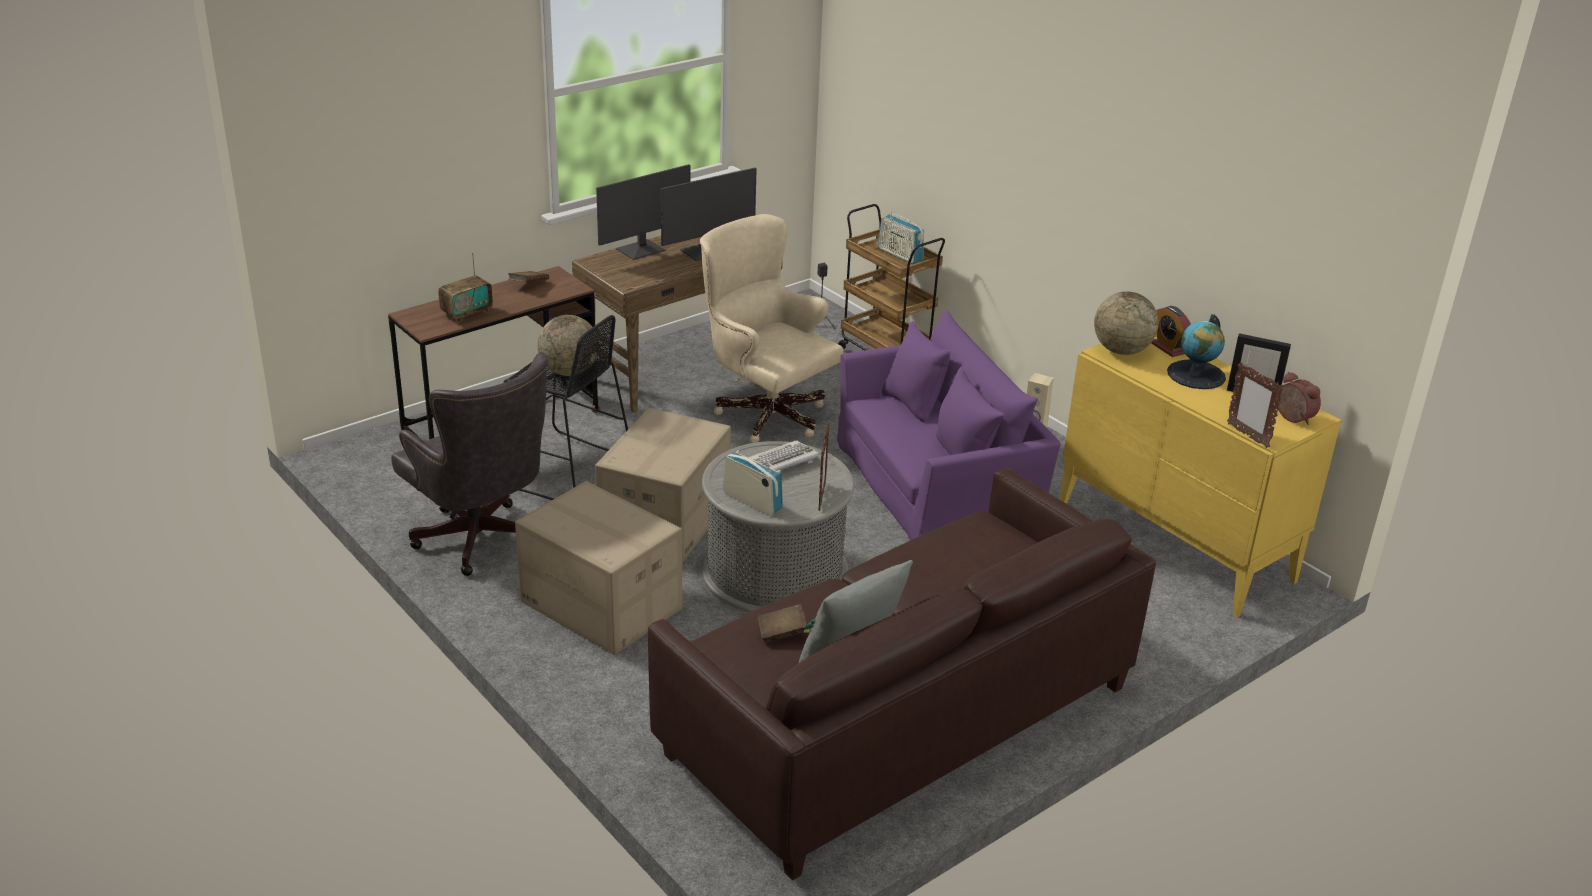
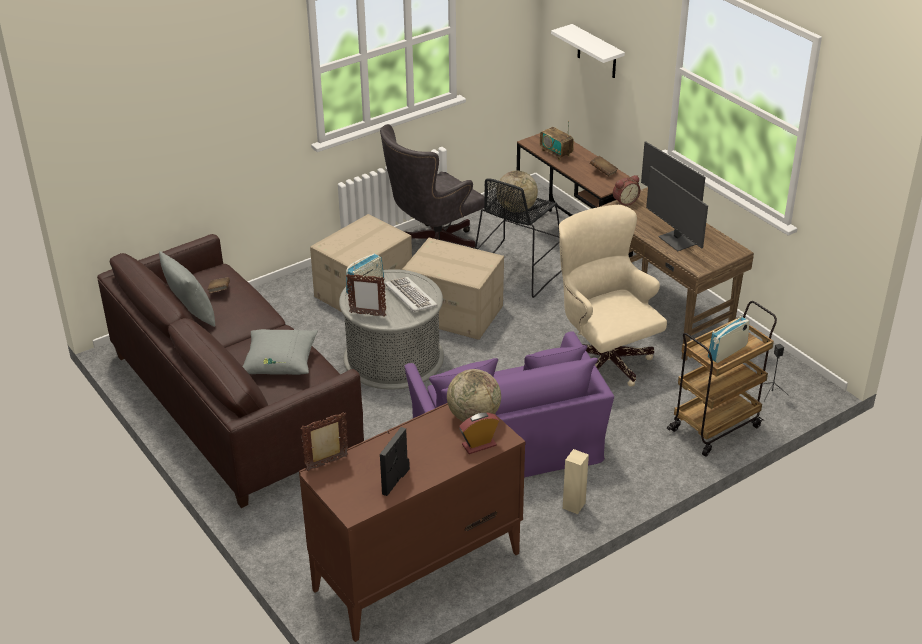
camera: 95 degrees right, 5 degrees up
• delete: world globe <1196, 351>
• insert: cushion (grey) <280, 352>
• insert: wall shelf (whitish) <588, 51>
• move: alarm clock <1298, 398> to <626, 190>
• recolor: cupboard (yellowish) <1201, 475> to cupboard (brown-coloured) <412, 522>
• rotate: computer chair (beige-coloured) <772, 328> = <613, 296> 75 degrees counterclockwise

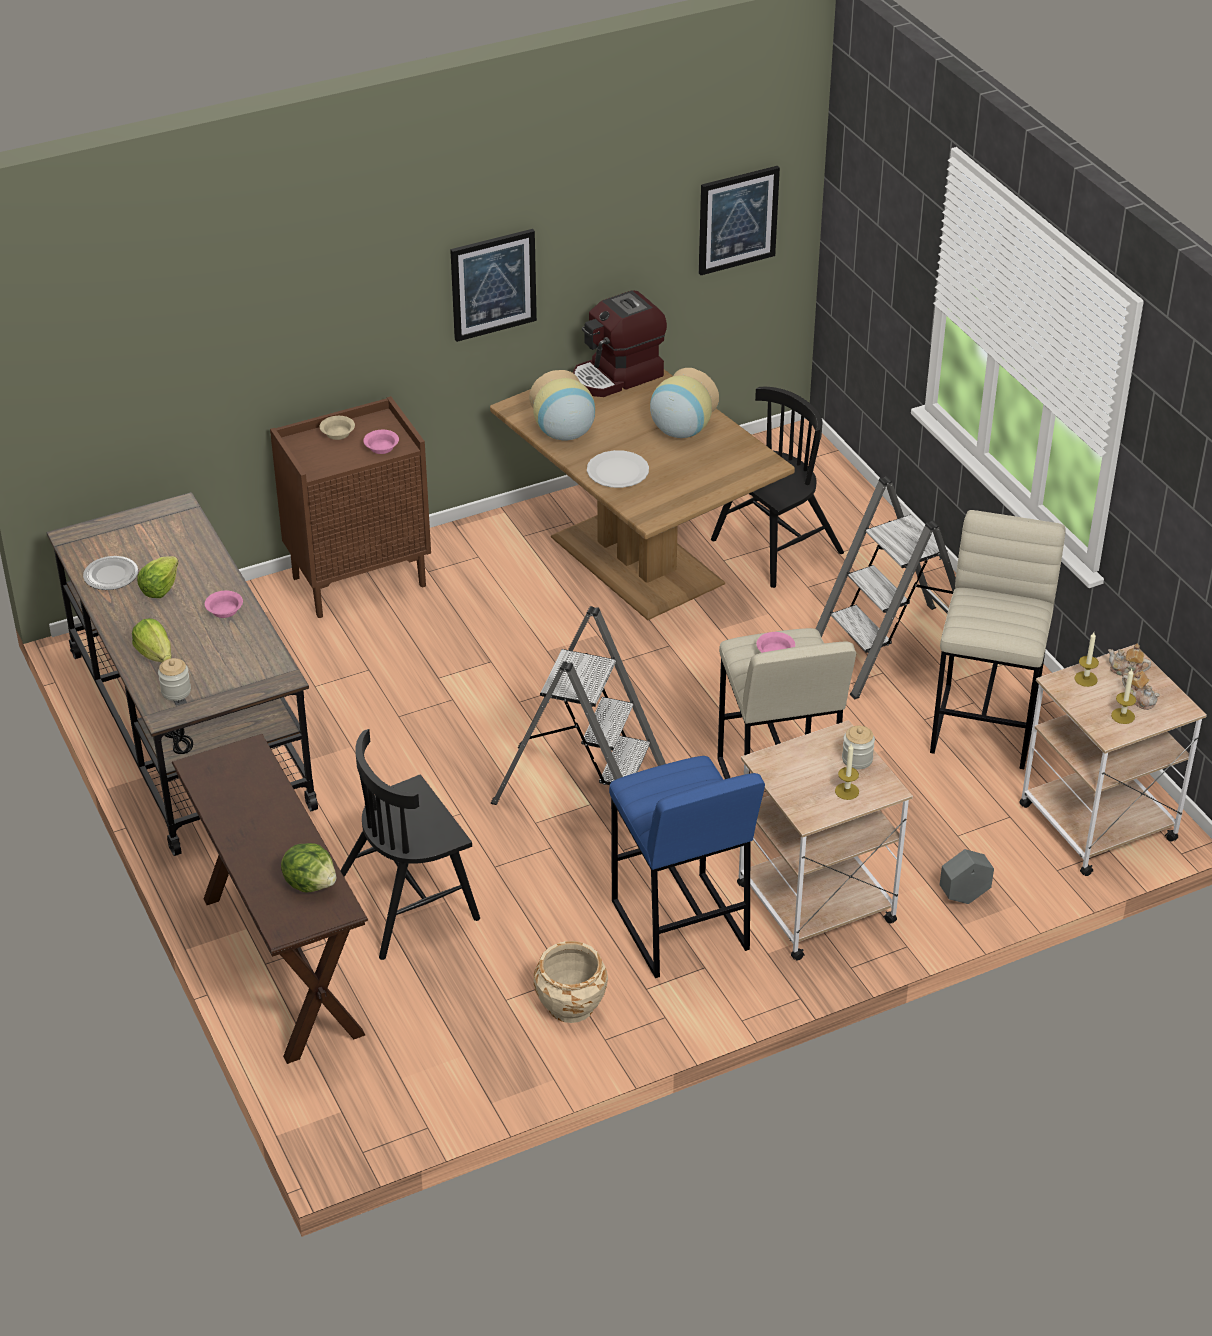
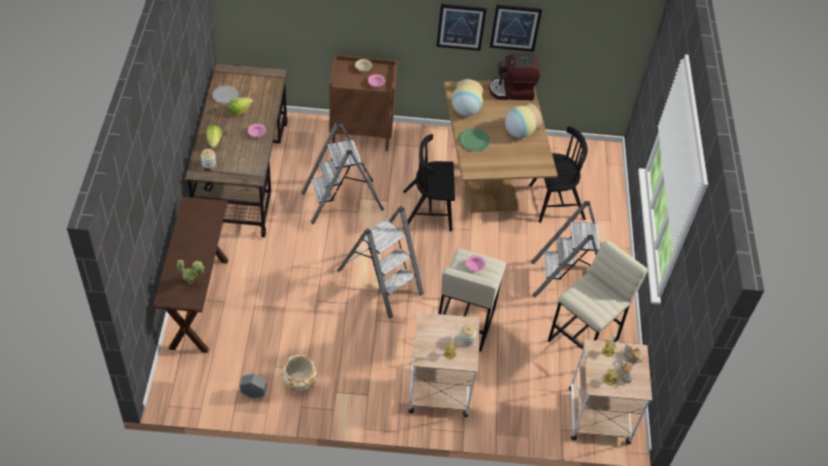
camera: 25 degrees right, 10 degrees up
• delete: sitting stool (blue-coloured) <687, 867>
• insert: step ladder (grey) <342, 172>
• move: chair (black) <410, 844> to <429, 183>
• move: wall picture <739, 220> to <516, 28>
• move: planter (grey) <967, 876> to <253, 386>
• replace: lettuce <308, 868> to plant in a pot <191, 272>
• recolor: plate (whitish) <618, 469> to plate (green-coloured) <475, 139>

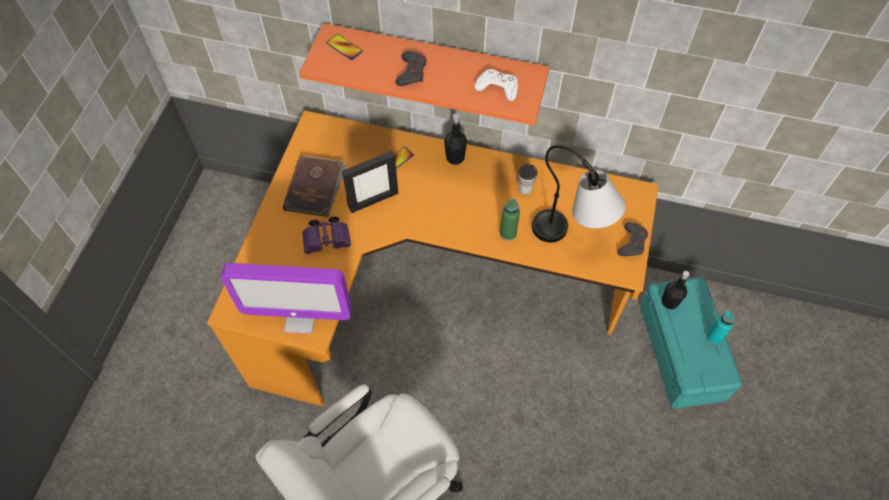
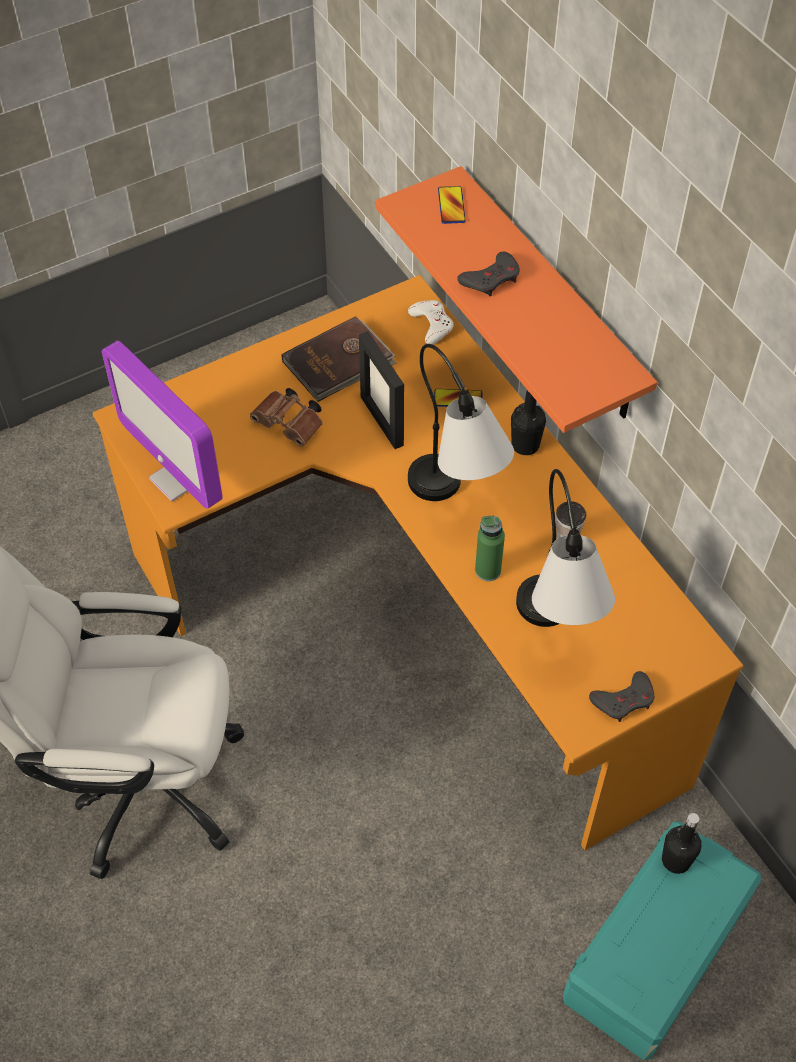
camera: 45 degrees right, 5 degrees down
• delete: drink bottle (blue-green) <721, 328>
• insert: table lamp <461, 422>
• move: gamepad (whitish) <496, 85> to <430, 322>
• recolor: binoculars (purplish) <326, 235> to binoculars (brown-coloured) <286, 417>
• rotate: picture frame <370, 182> = <381, 390> 45 degrees clockwise

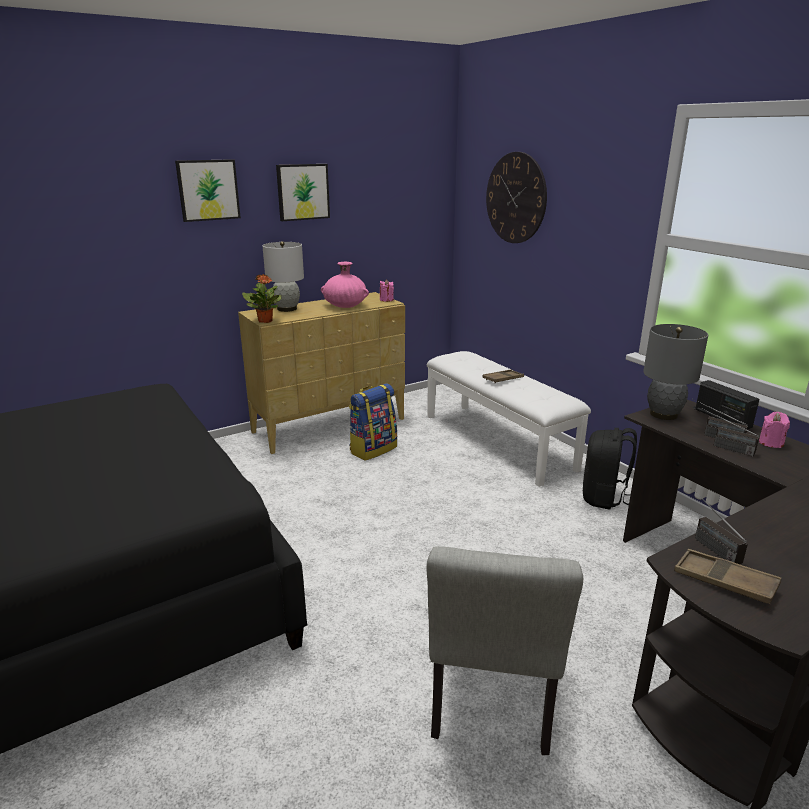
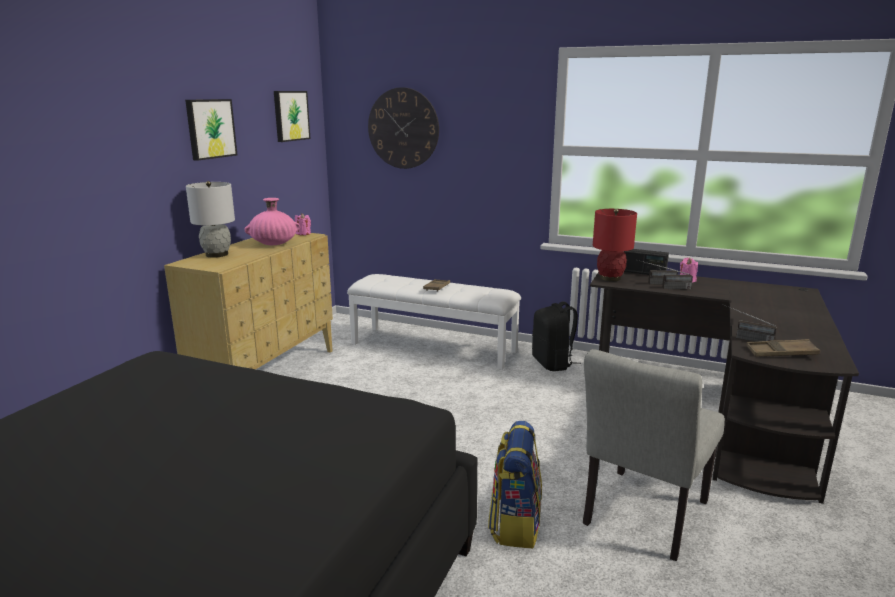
camera: 35 degrees left, 5 degrees down
• delete: plant in a pot <261, 298>
• move: wall picture <208, 190> to <292, 116>
• move: backpack <373, 422> to <515, 484>
• recolor: table lamp (grey) <675, 372> to table lamp (red-coloured) <615, 245>
• rotate: chair (grey) <505, 650> = <654, 455> 60 degrees clockwise

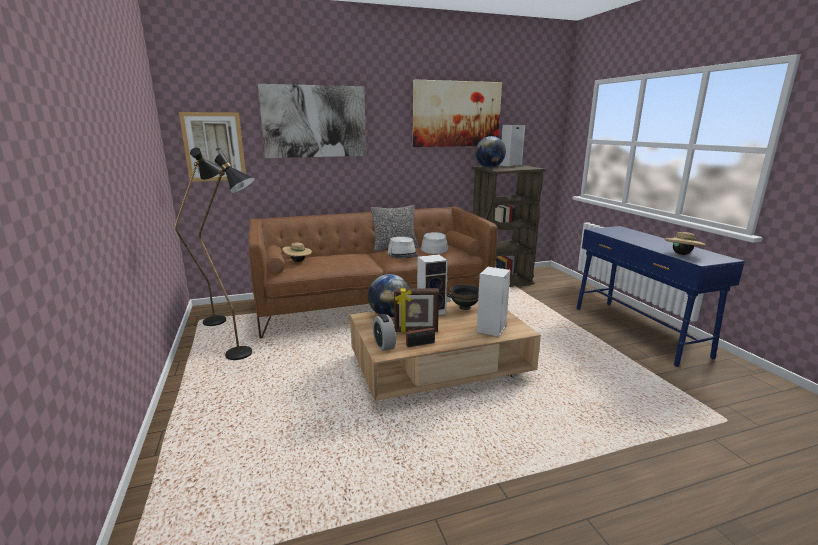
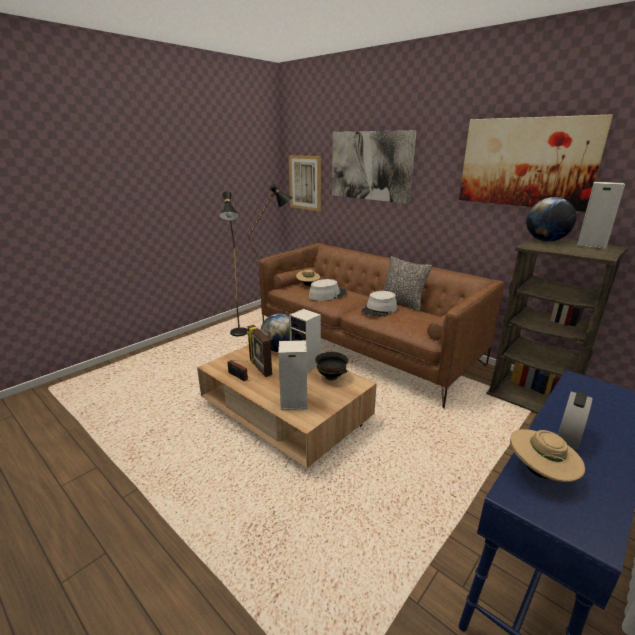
camera: 60 degrees right, 5 degrees up
• move: alarm clock <384, 332> to <575, 420>
• move: clothing hat (grey) <434, 243> to <328, 290>

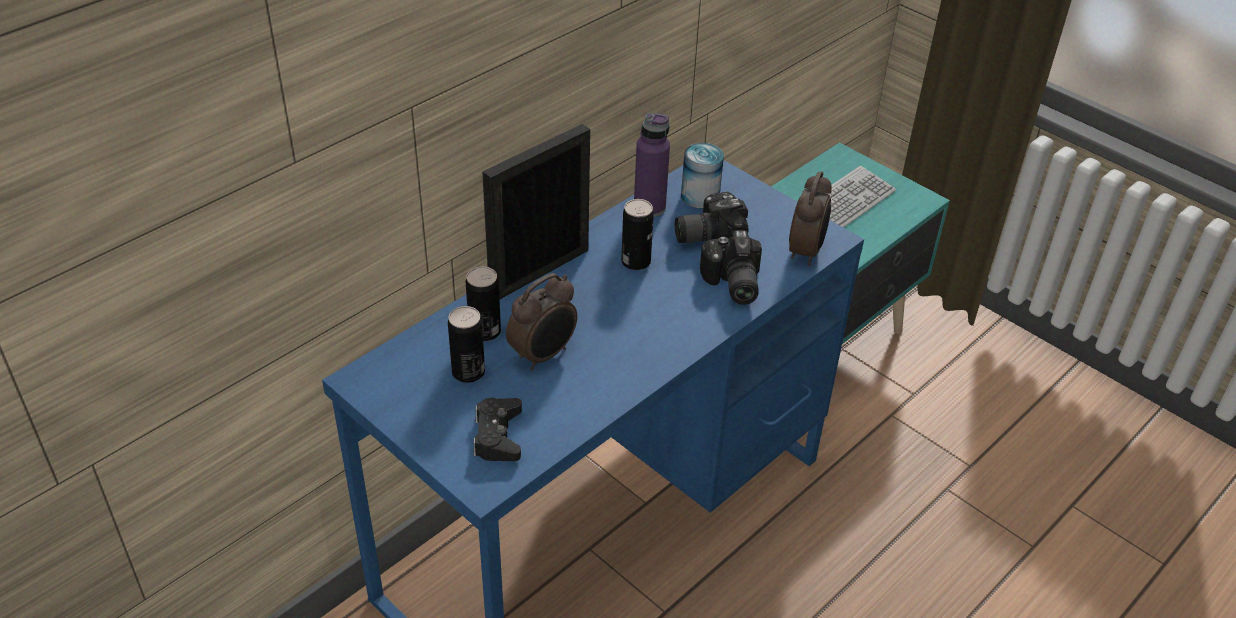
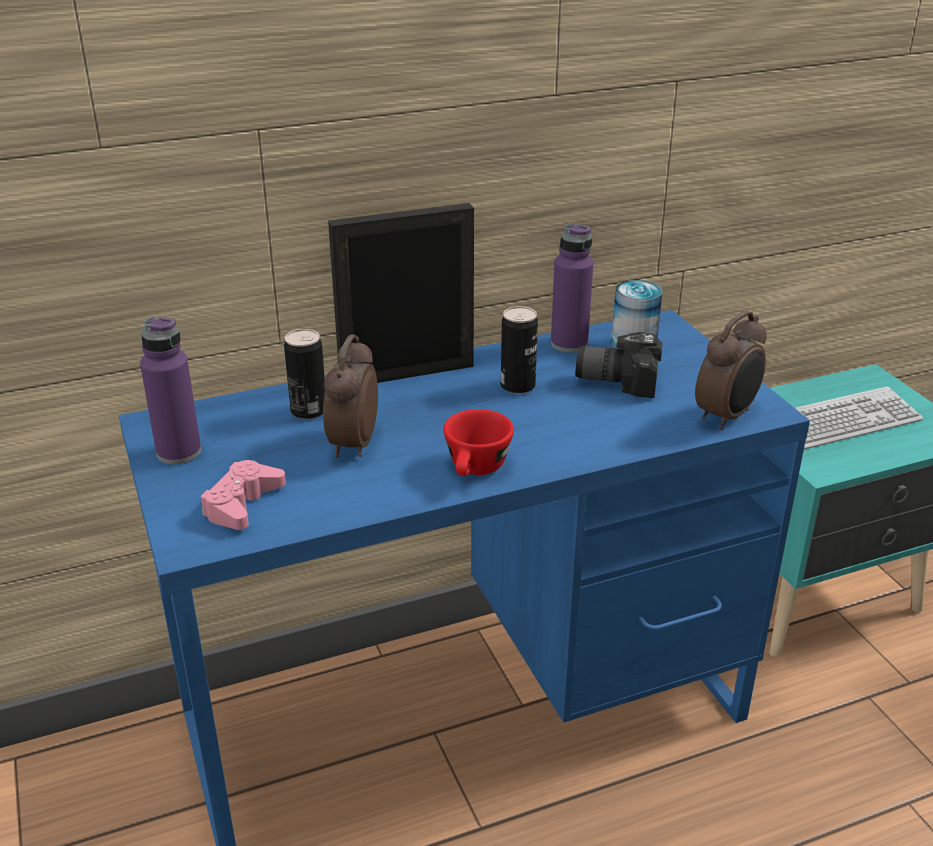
camera: 25 degrees right, 10 degrees down
• delete: sealed can <466, 344>
• delete: photo camera <731, 267>
• insert: drink bottle (purplish) <170, 391>
• insert: drinking cup (red-coloured) <478, 442>
• recolor: gamepad (black) <497, 429> to gamepad (pink-coloured) <243, 495>
• rotate: alarm clock <541, 321> = <350, 396> 120 degrees clockwise

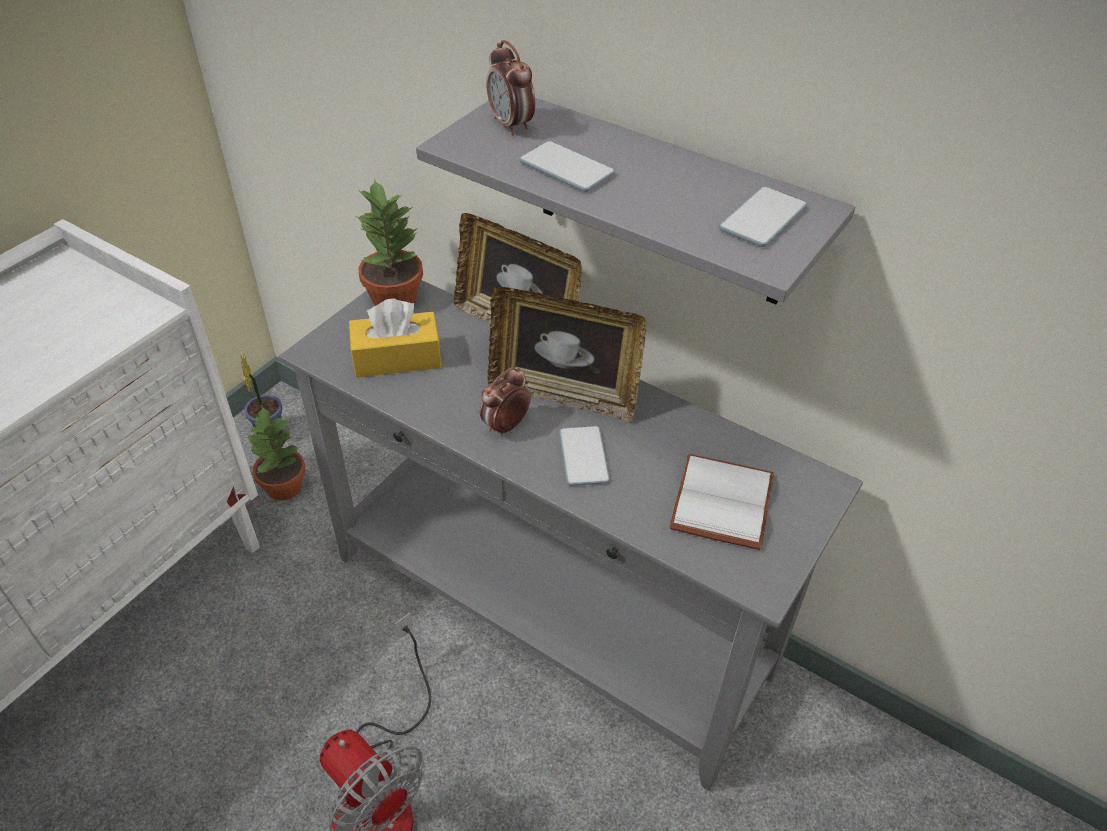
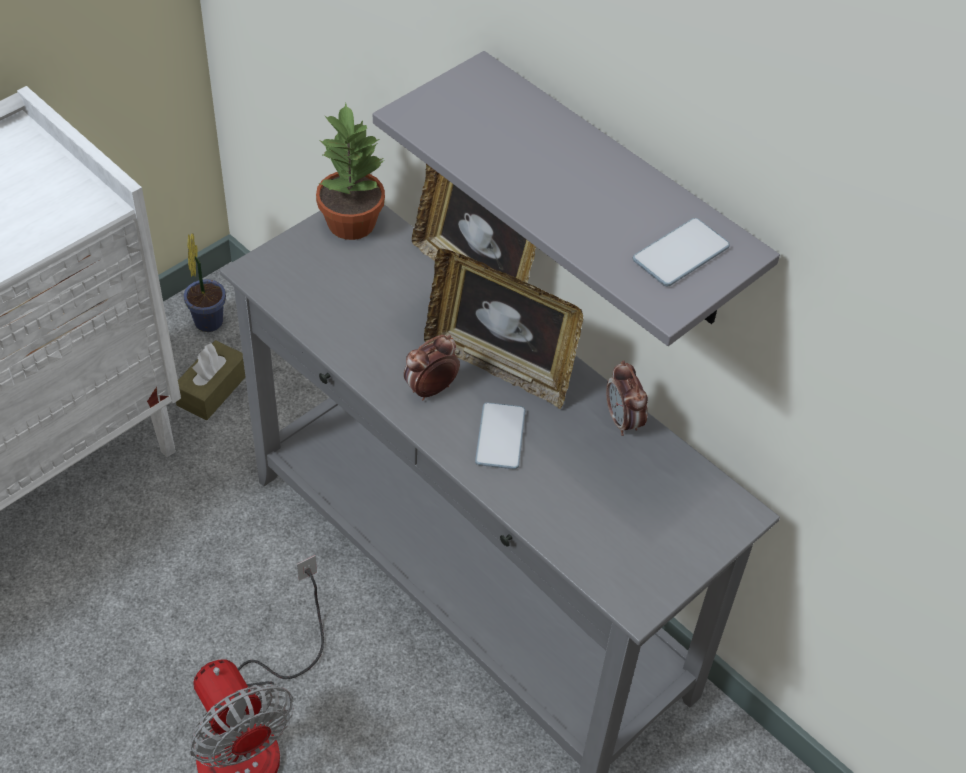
camera: 10 degrees right, 5 degrees up
• delete: tissue box (yellowish) <395, 338>
• delete: phone <567, 166>
• delete: book (whitish) <722, 502>
• move: alarm clock <510, 87> to <627, 398>
• replace: plant in a pot <275, 453> to tissue box (brown-coloured) <210, 380>

